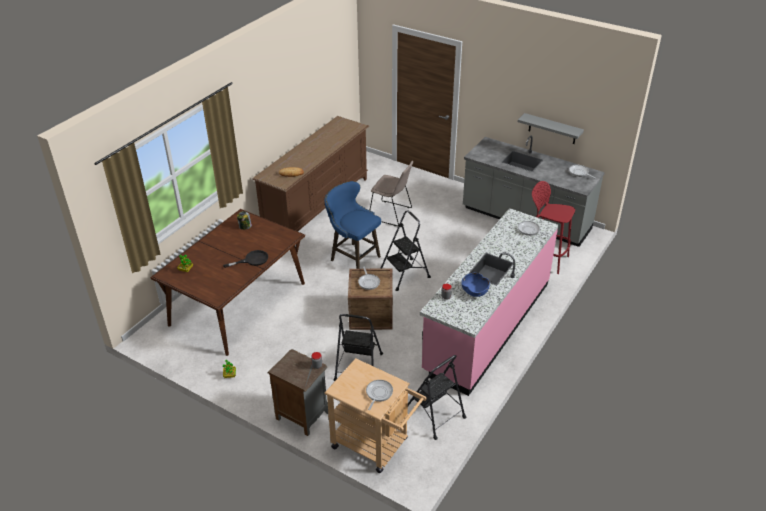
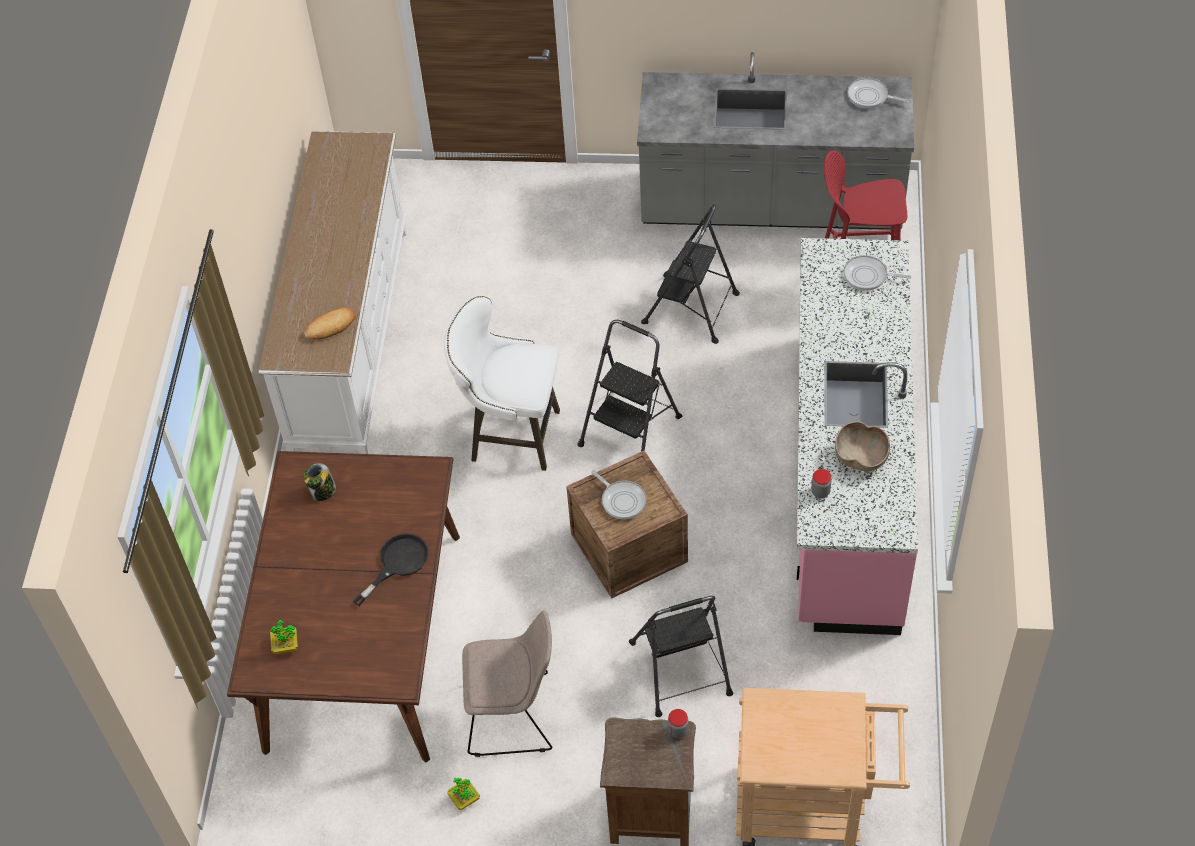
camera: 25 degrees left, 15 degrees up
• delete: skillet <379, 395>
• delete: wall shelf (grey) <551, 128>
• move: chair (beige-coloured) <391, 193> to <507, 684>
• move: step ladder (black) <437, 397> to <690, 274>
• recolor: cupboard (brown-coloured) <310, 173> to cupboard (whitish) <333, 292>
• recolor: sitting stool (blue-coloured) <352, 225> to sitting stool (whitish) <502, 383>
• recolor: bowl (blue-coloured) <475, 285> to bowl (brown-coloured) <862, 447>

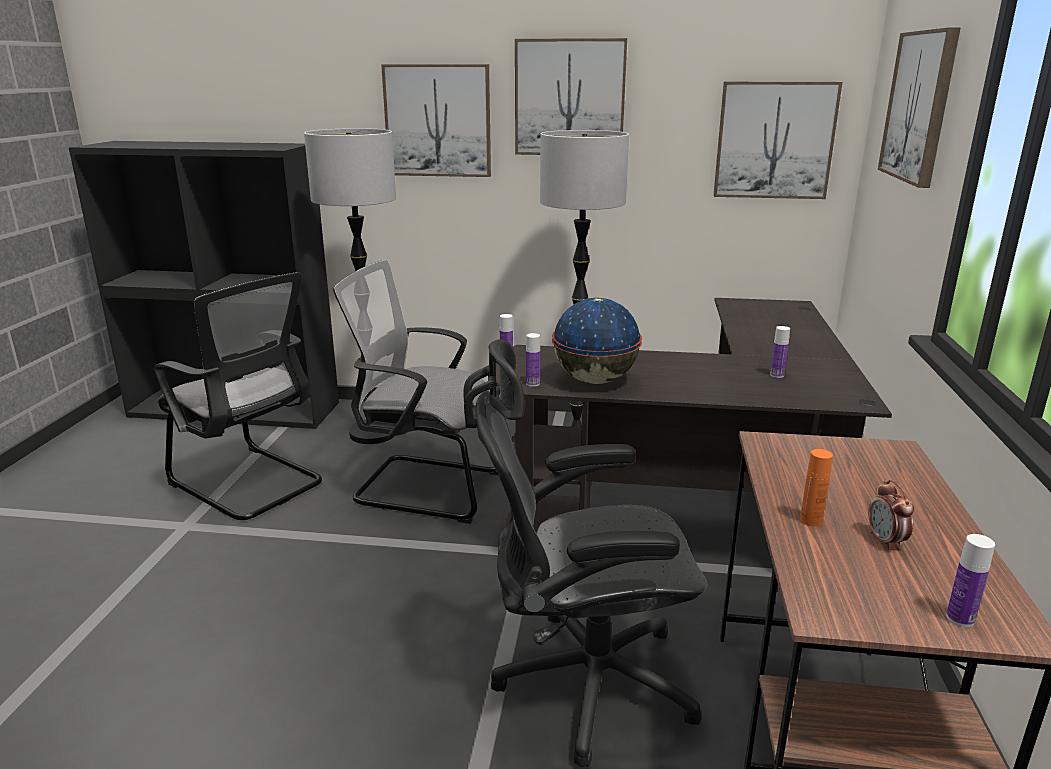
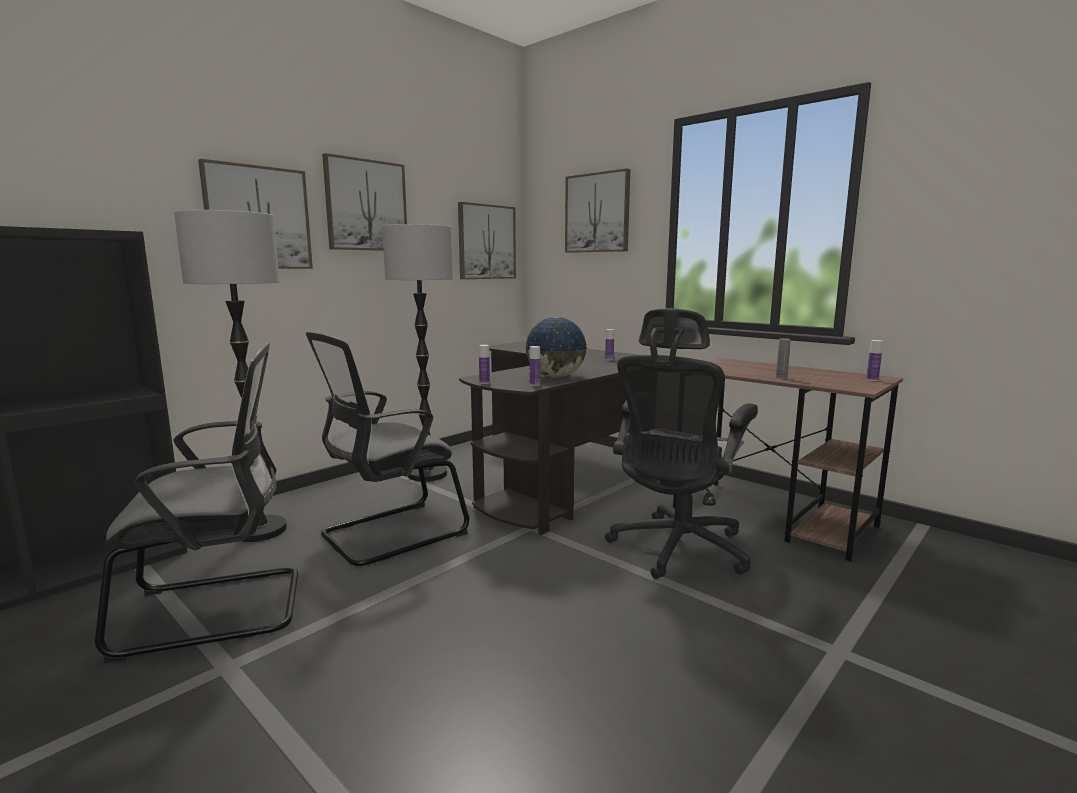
camera: 55 degrees left, 10 degrees down
• delete: alarm clock <891, 515>
• recolor: drink bottle (orangey) <816, 488> to drink bottle (grey) <783, 358>

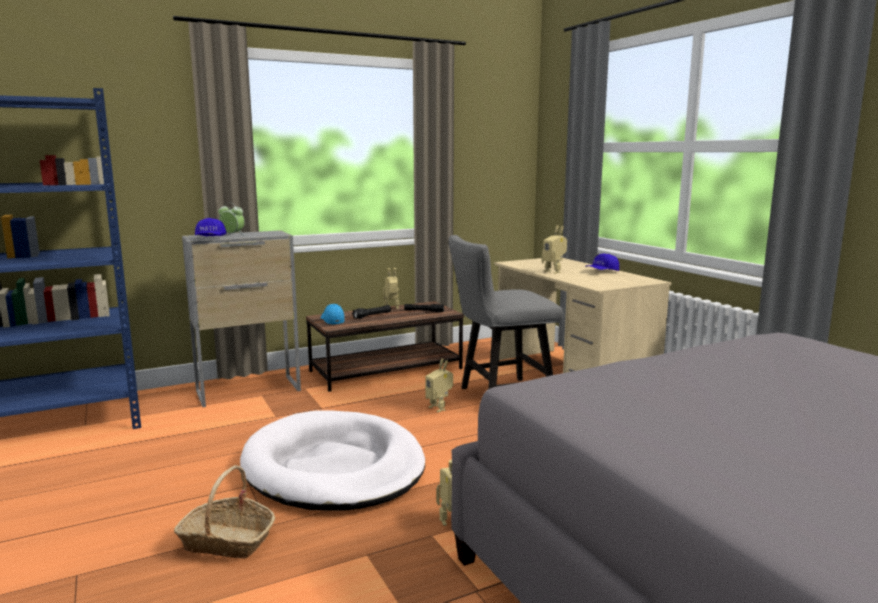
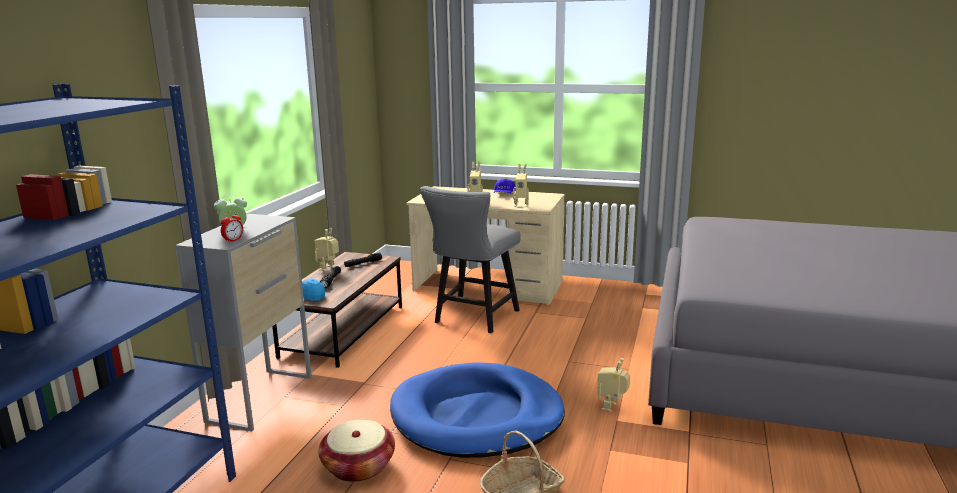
camera: 45 degrees left, 5 degrees up
• insert: household basket <356, 451>
• move: toy robot <439, 385> to <521, 185>
• replace: baseball cap (blue-coloured) <210, 227> to alarm clock <231, 227>
• recolor: dog bed (whitish) <332, 460> to dog bed (blue-coloured) <477, 410>

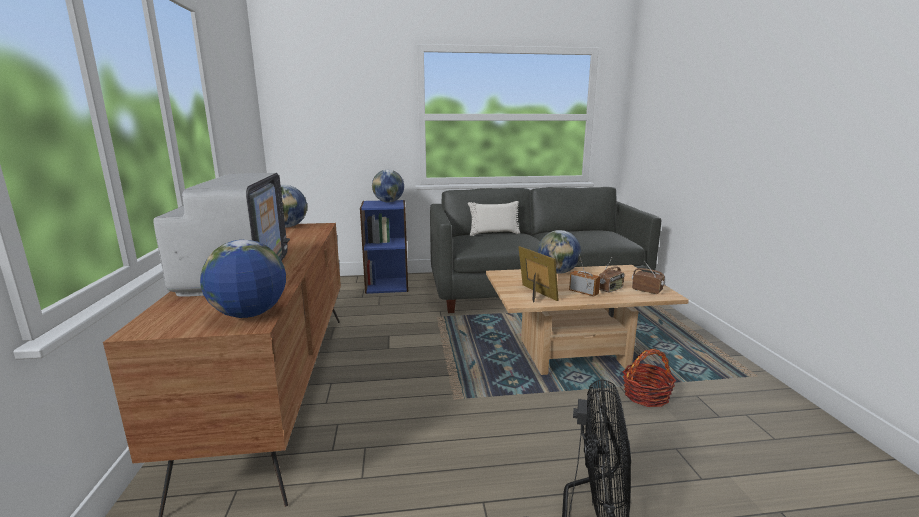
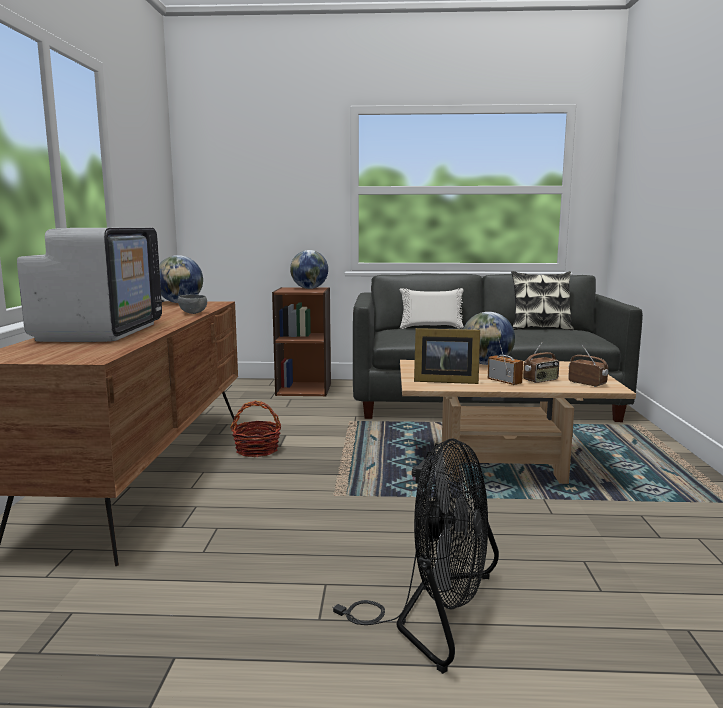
camera: 10 degrees right, 5 degrees down
• delete: world globe <243, 279>
• insert: bowl (grey) <192, 304>
• insert: cushion <542, 300>
• move: household basket <649, 378> to <255, 429>
• recolor: bookcase (blue-coloured) <384, 247> to bookcase (brown-coloured) <301, 342>
• rotate: picture frame <539, 274> = <447, 356> 120 degrees clockwise

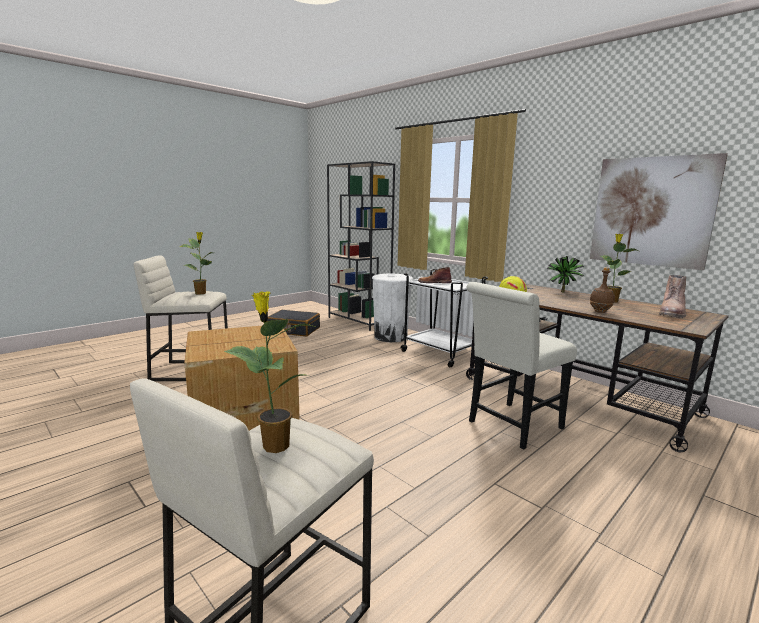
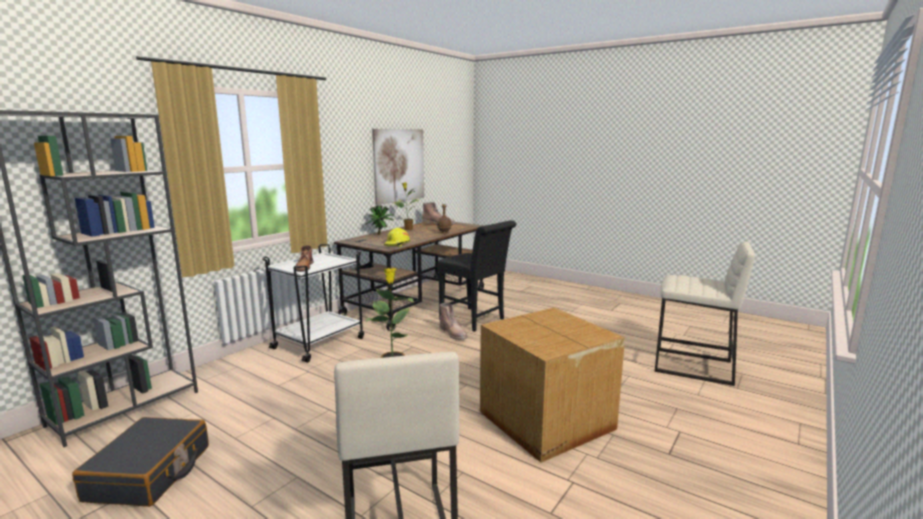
camera: 100 degrees left, 0 degrees up
• delete: plant in a pot <270, 372>
• delete: rubbish bin (whitish) <392, 308>
• insert: boot (brown-coloured) <453, 321>
• recolor: chair (whitish) <521, 366> to chair (black) <476, 276>

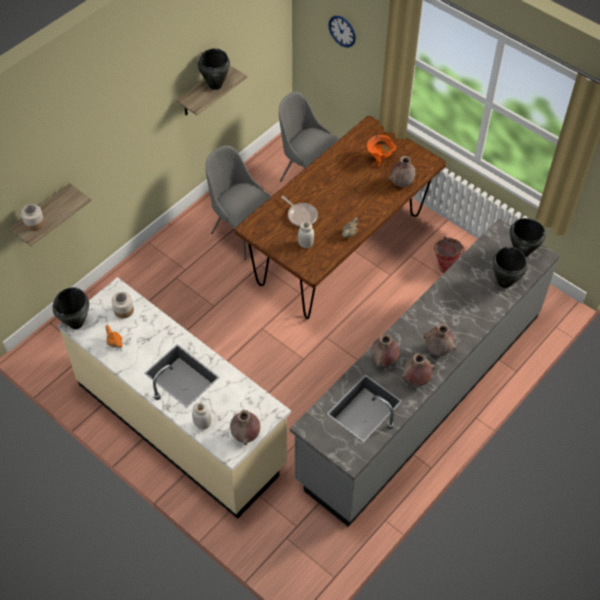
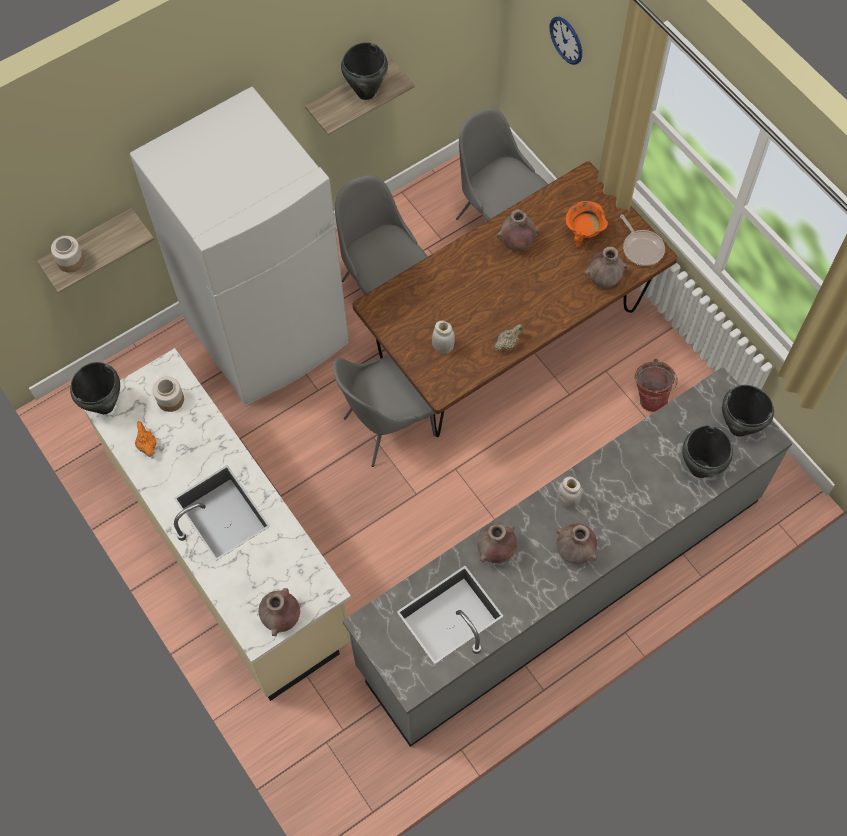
camera: 15 degrees right, 10 degrees up
• insert: refrigerator (whitish) <239, 246>
• insert: chair (grey) <384, 411>
• move: storage jar (whitish) <201, 416> to <569, 493>
• move: skillet <300, 211> to <642, 240>
• move: vase (brown-coloured) <418, 369> to <518, 230>

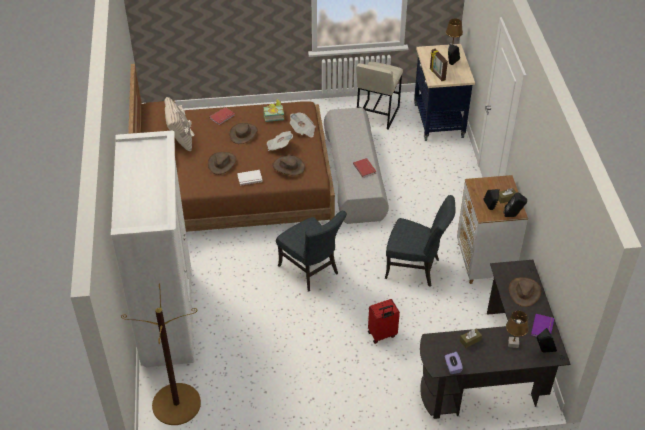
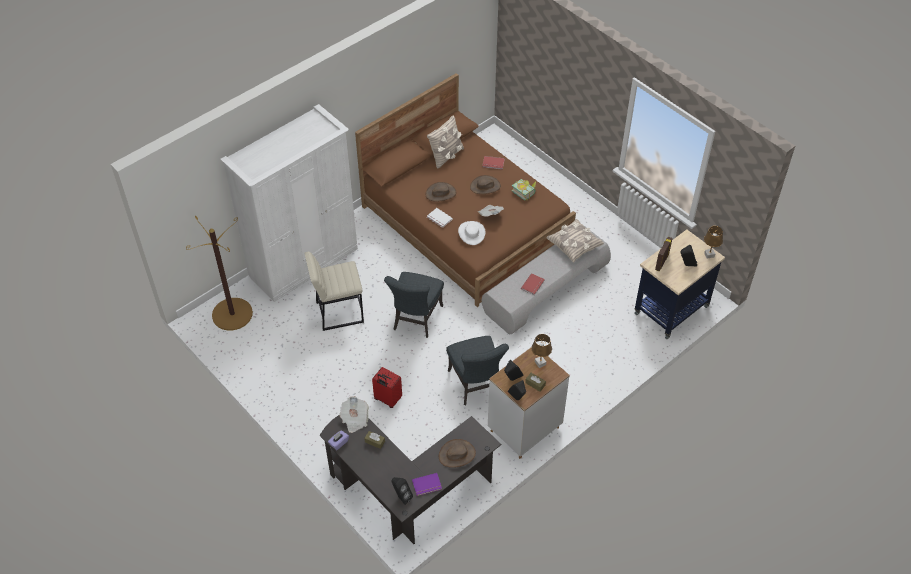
camera: 55 degrees right, 5 degrees up
• insert: cushion (beige-coloured) <575, 240>
• move: printed paper <303, 125> to <354, 414>
• move: chair (beige-coloured) <379, 96> to <334, 291>
• move: table lamp (brown-coloured) <517, 329> to <542, 351>
• recolor: clothing hat (brown-coloured) <288, 165> to clothing hat (whitish) <471, 233>

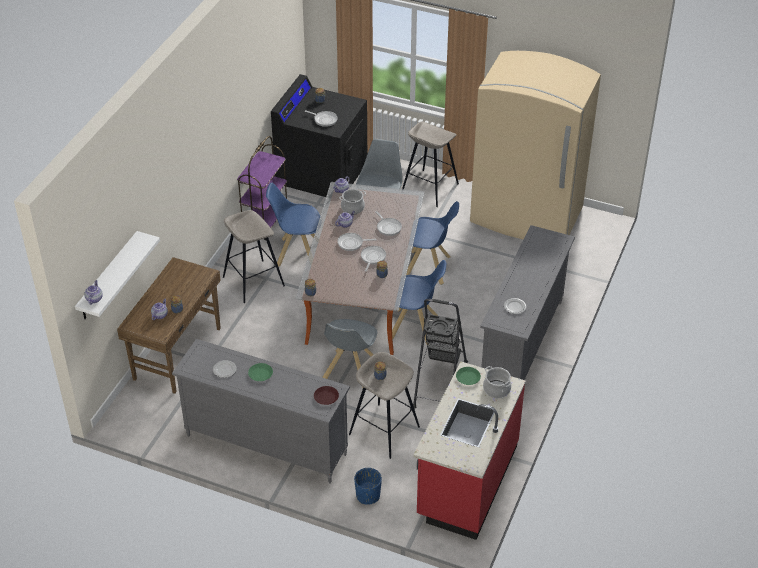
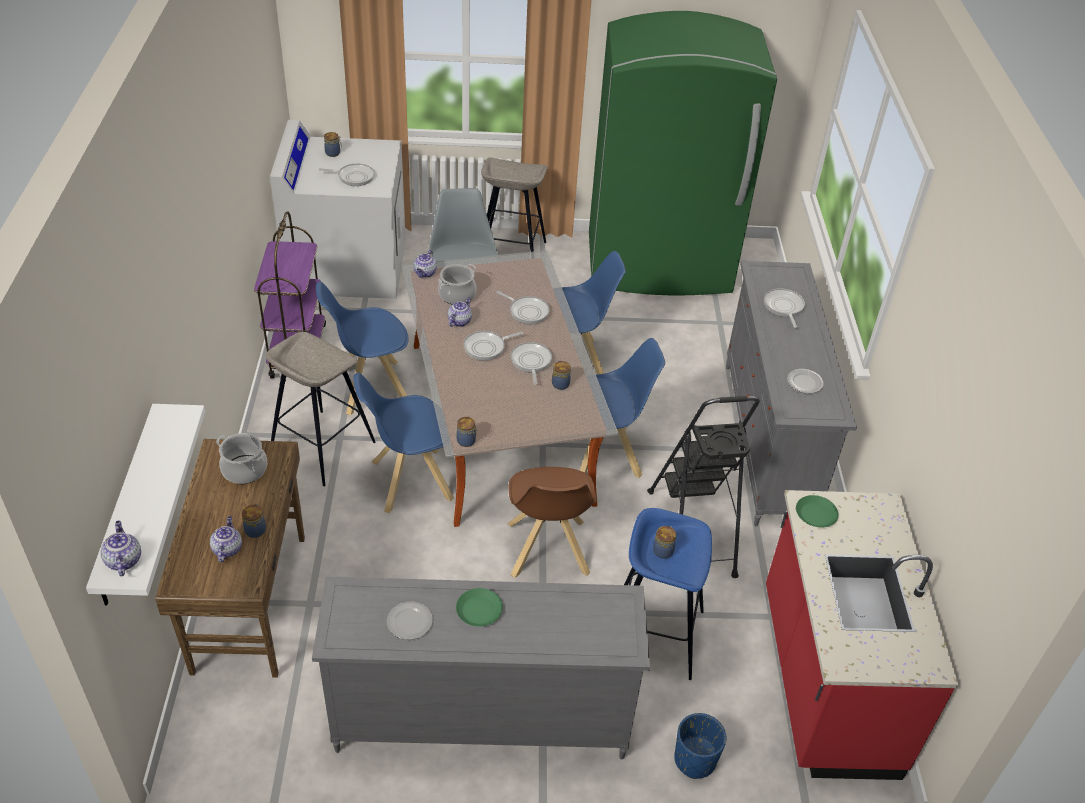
camera: 25 degrees left, 0 degrees up
• delete: plate (brown-coloured) <326, 395>
• insert: chair (blue-coloured) <404, 442>
• insert: skillet <784, 308>
• move: cooking pot <497, 382> to <241, 458>
• recolor: laundry machine (black) <319, 135> to laundry machine (whitish) <338, 209>
• recolor: chair (grey) <349, 354> to chair (brown-coloured) <552, 522>
• recolor: sitting stool (grey) <384, 405> to sitting stool (blue-coloured) <668, 594>
• recolor: refrigerator (beige-coloured) <535, 145> to refrigerator (green-coloured) <683, 153>

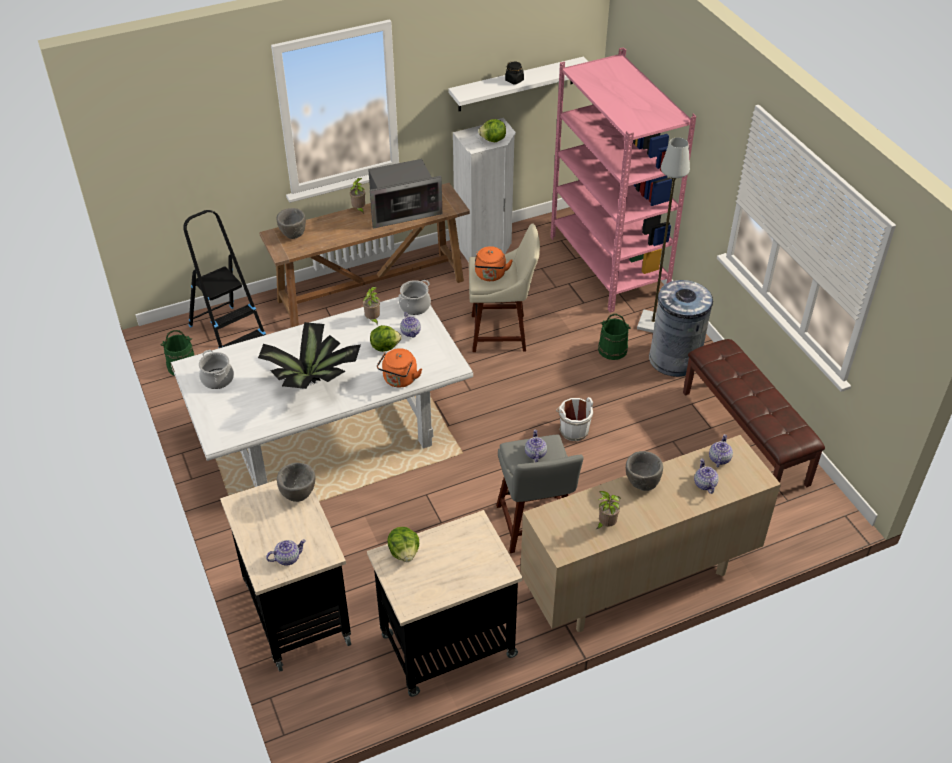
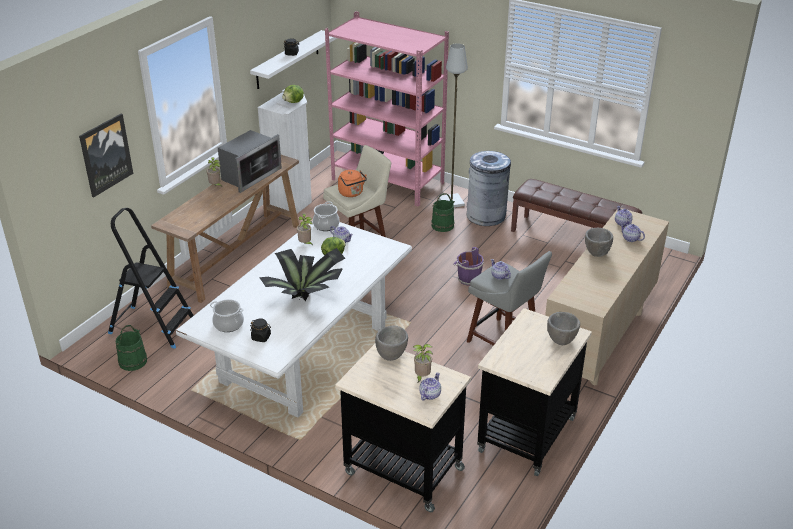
camera: 35 degrees left, 10 degrees down
• delete: kettle (orangey) <399, 368>
• delete: lettuce <403, 544>
• insert: wall picture <106, 156>
• insert: storage jar (black) <260, 330>
• move: bowl (grey) <291, 223> to <563, 328>
• move: plant in a pot <609, 510> to <423, 364>
• recolor: water bucket (whitish) <574, 419> to water bucket (purplish) <468, 266>

